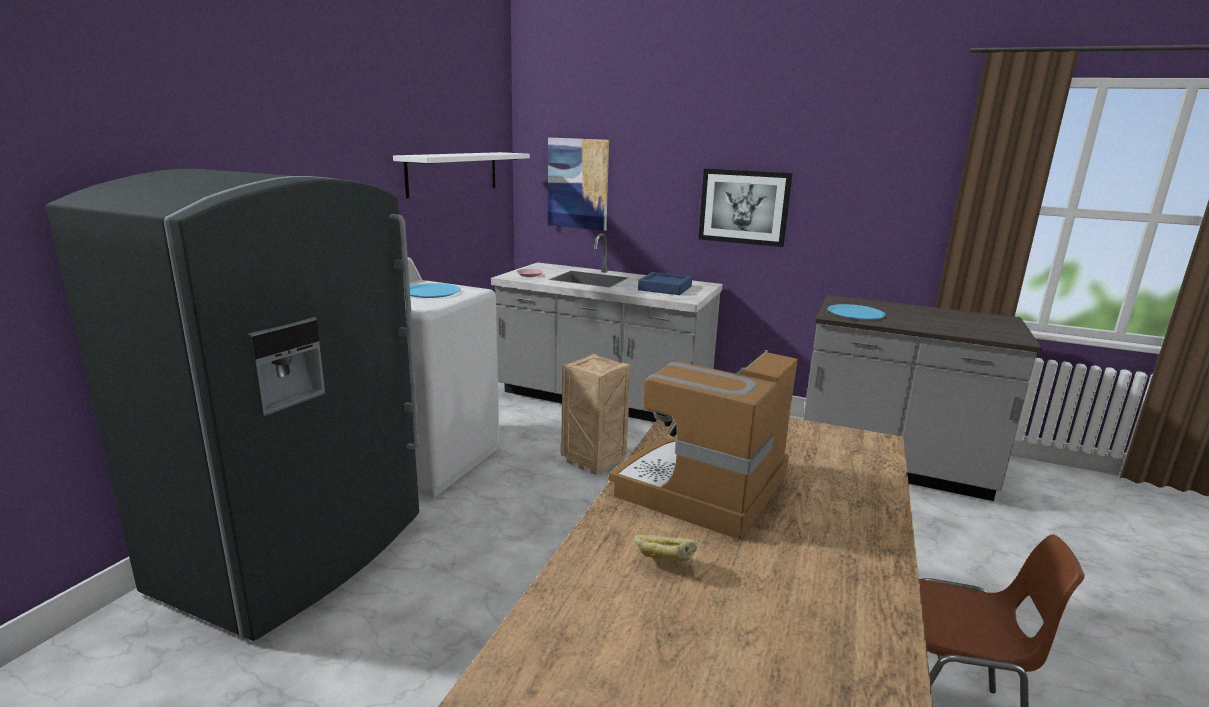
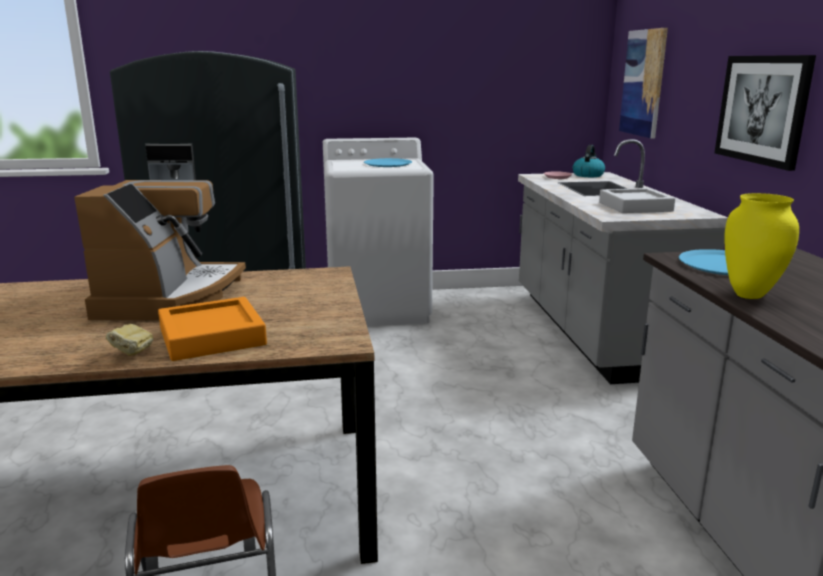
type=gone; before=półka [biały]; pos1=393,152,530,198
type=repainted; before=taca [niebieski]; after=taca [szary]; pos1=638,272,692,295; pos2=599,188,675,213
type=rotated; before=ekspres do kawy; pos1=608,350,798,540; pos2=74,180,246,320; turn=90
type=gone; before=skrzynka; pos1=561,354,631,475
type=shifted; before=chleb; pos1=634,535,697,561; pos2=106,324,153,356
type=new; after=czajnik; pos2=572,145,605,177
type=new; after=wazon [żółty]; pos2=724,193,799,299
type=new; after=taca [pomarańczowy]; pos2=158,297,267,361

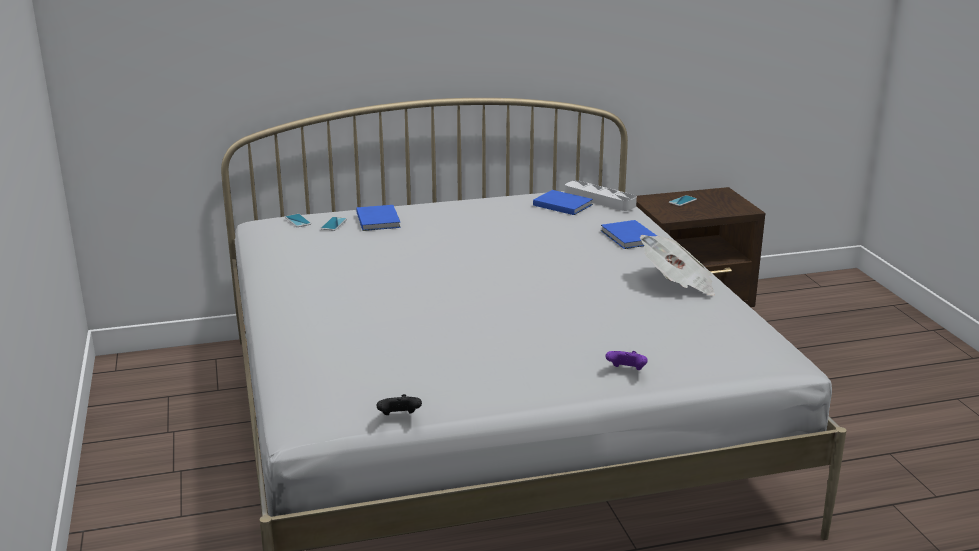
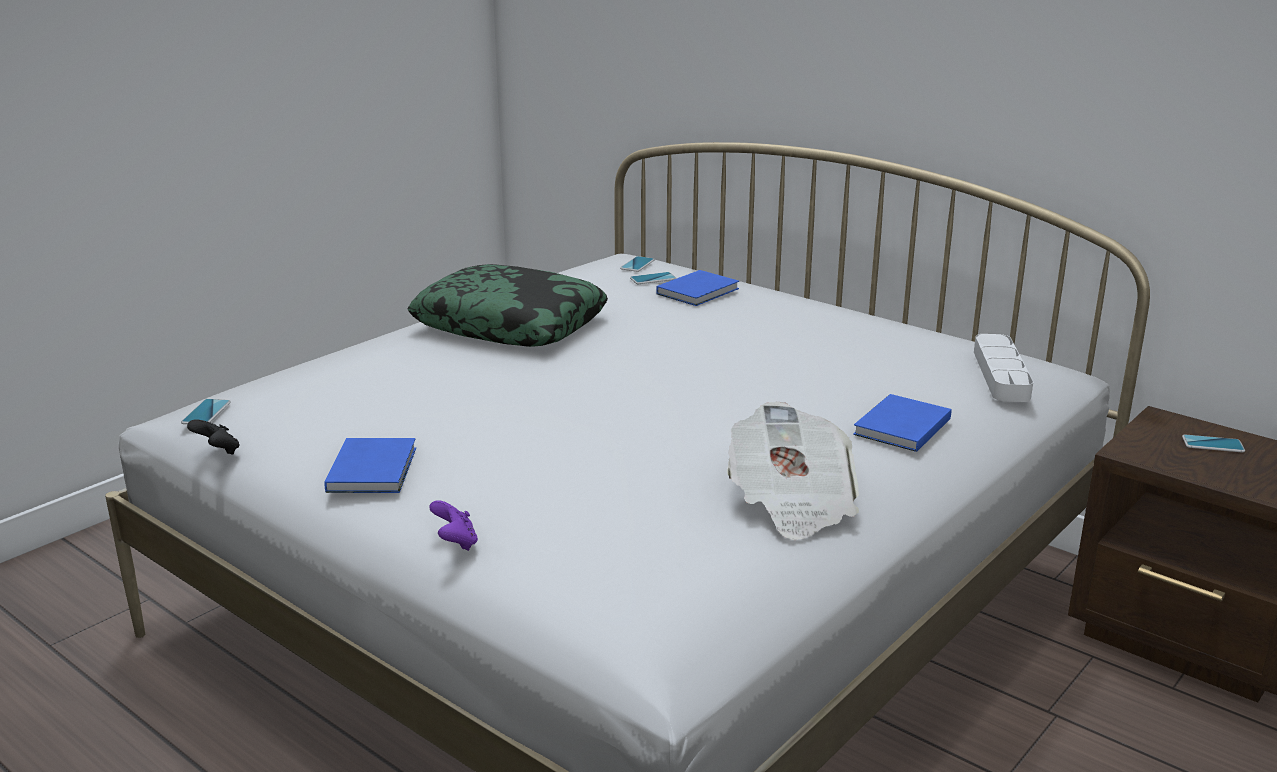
type=shifted; before=książka [niebieski]; pos1=533,190,593,215; pos2=324,438,416,493
type=new; after=poduszka; pos2=407,264,608,347
type=new; after=telefon; pos2=181,399,231,424

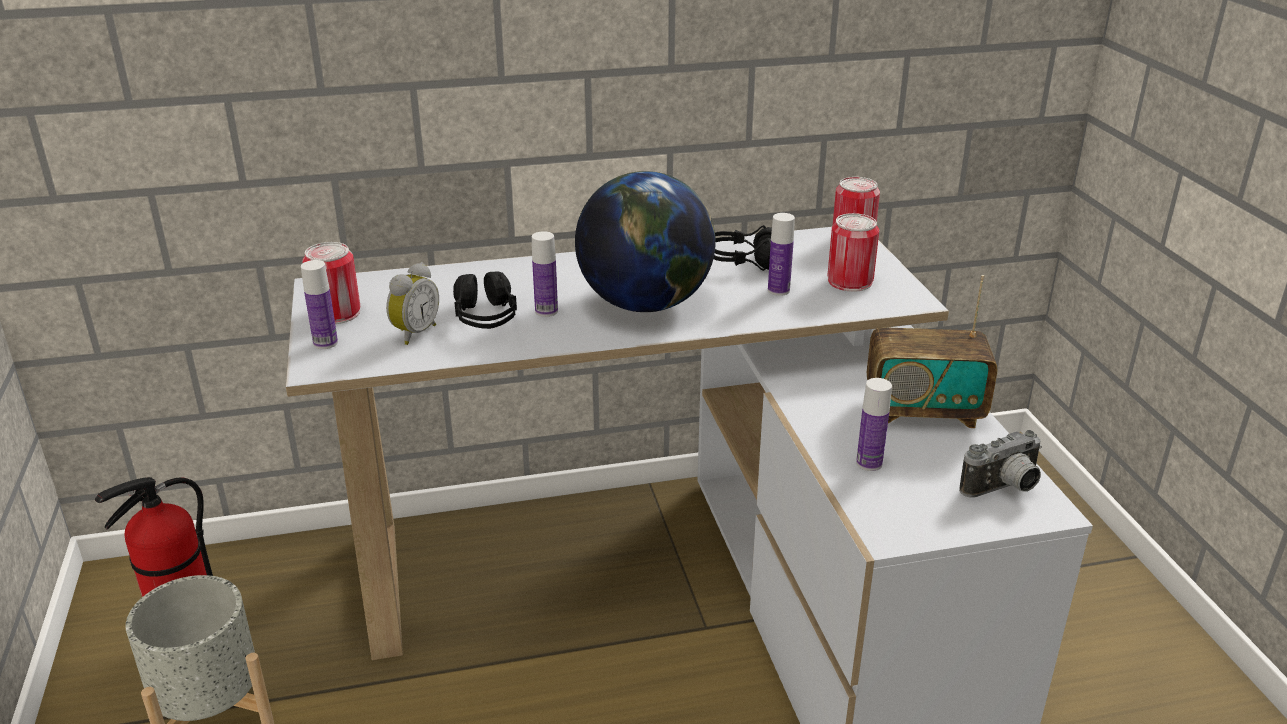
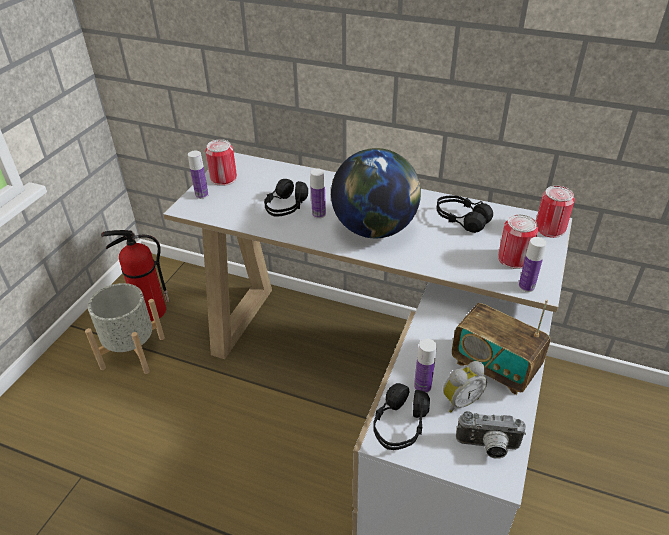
type=shifted; before=butelka; pos1=768,213,795,296; pos2=519,237,547,292
type=shifted; before=budzik; pos1=386,262,439,345; pos2=443,361,487,413
type=new; after=słuchawki [czarny]; pos2=373,383,430,450

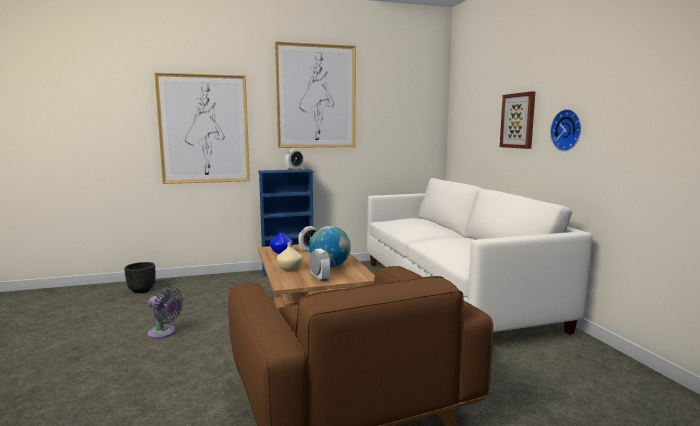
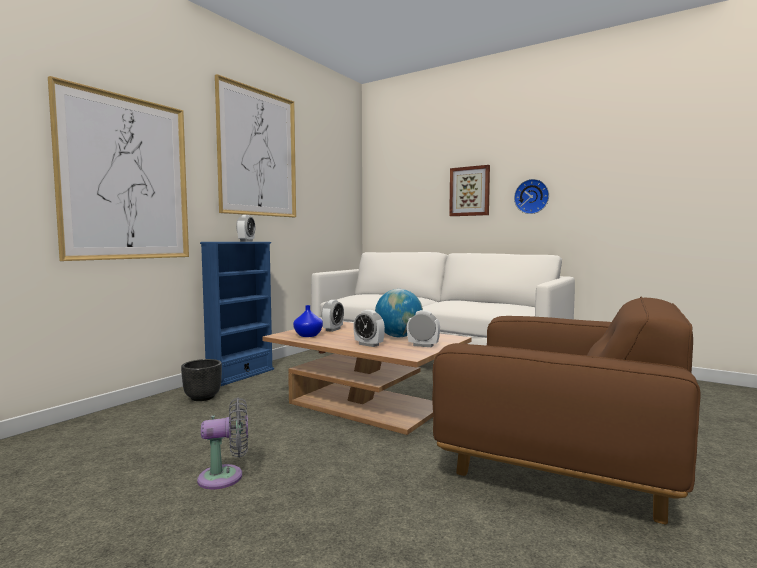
type=swapped; before=wazon [beżowy]; after=budzik; pos1=277,242,303,271; pos2=353,310,385,347
type=shifted; before=donica [czarny]; pos1=124,262,155,293; pos2=181,359,222,401

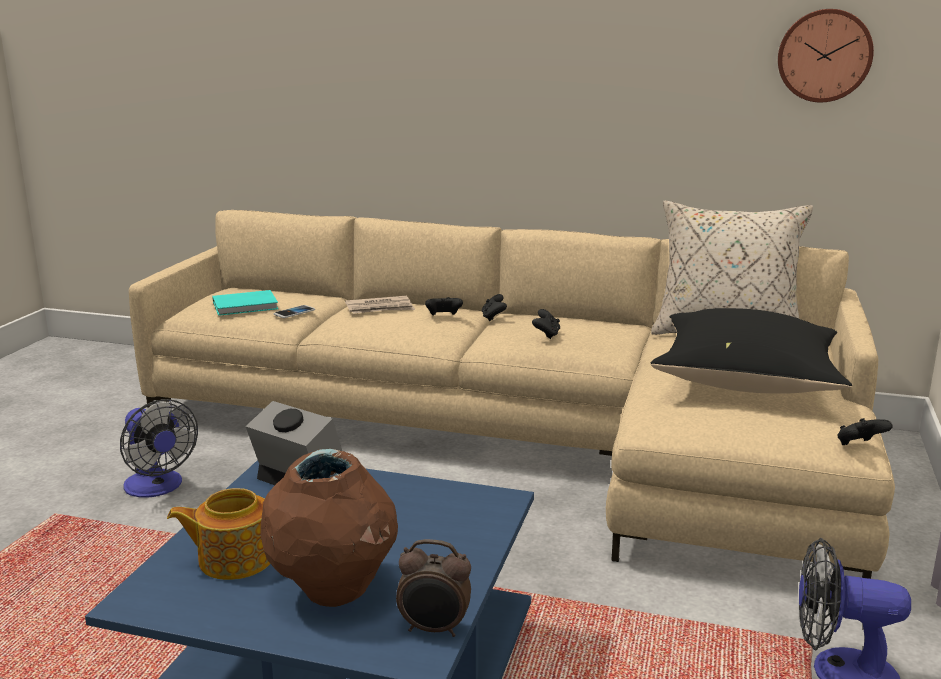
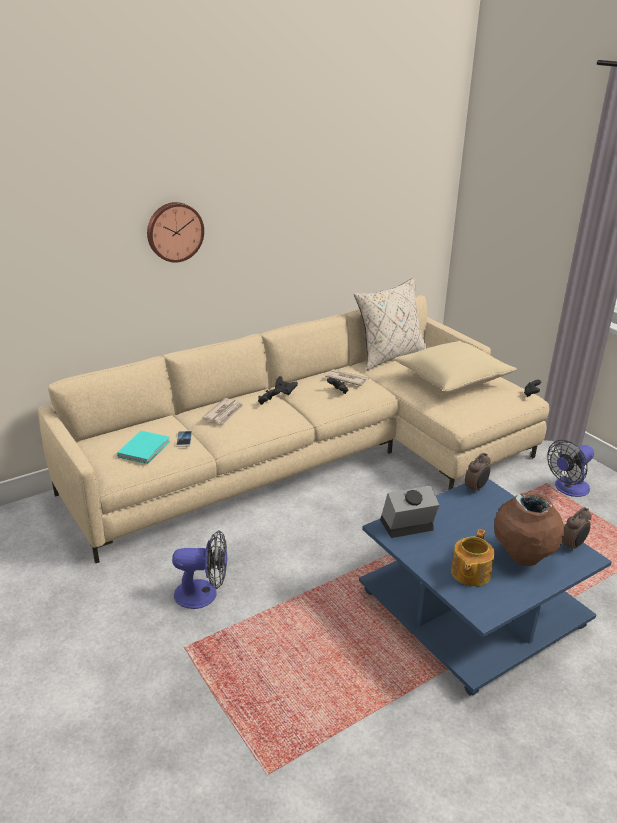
type=shifted; before=zegar ścienny; pos1=778,9,874,102; pos2=147,202,204,263
type=repainted; before=poduszka [czarny]; after=poduszka [beżowy]; pos1=651,308,852,394; pos2=394,341,517,392
type=new; after=gazeta; pos2=325,369,369,386
type=new; after=budzik; pos2=465,453,491,494

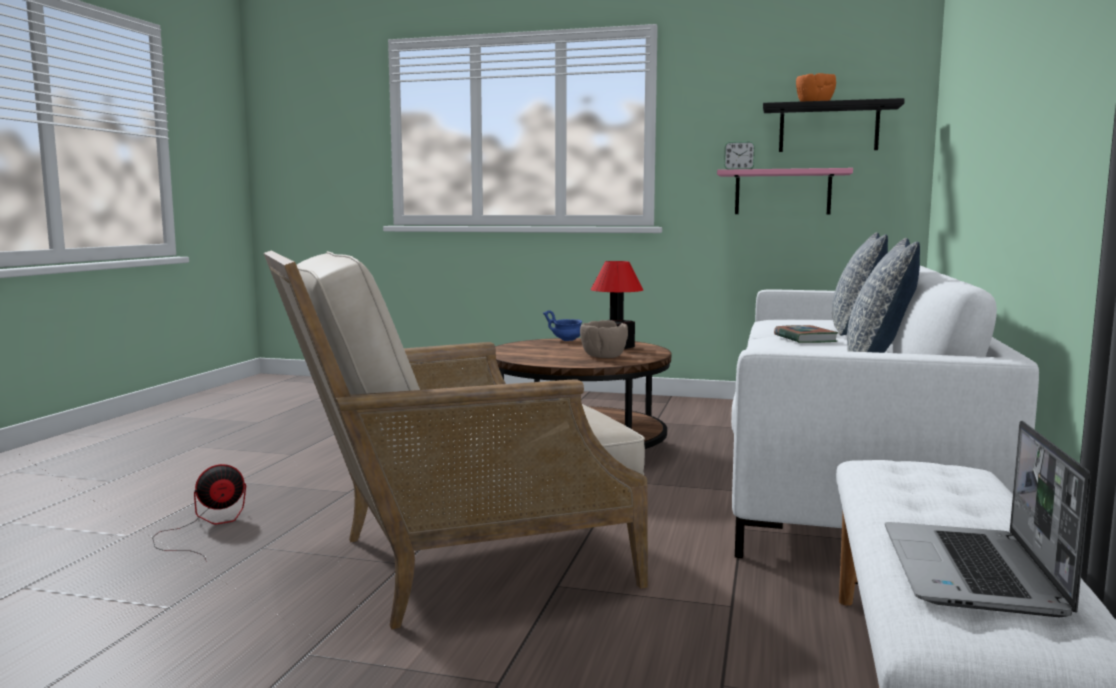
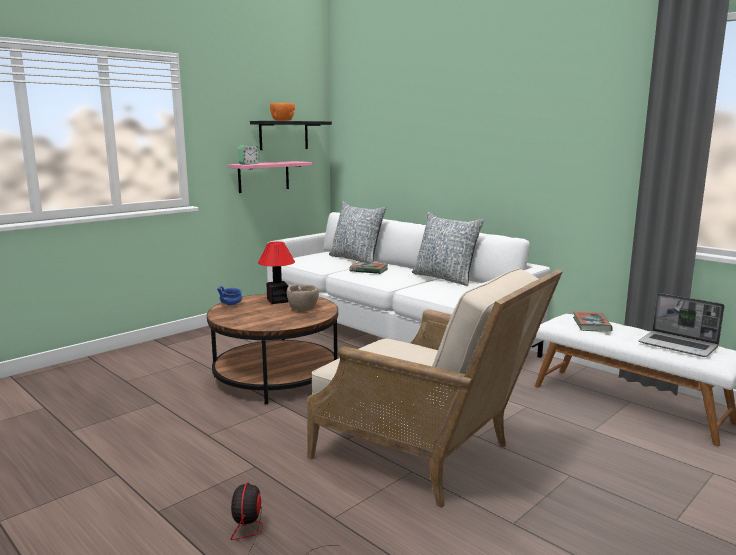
type=rotated; before=fotel [beżowy]; pos1=264,251,648,629; pos2=307,268,563,508; turn=-60
type=new; after=książka; pos2=573,311,613,332

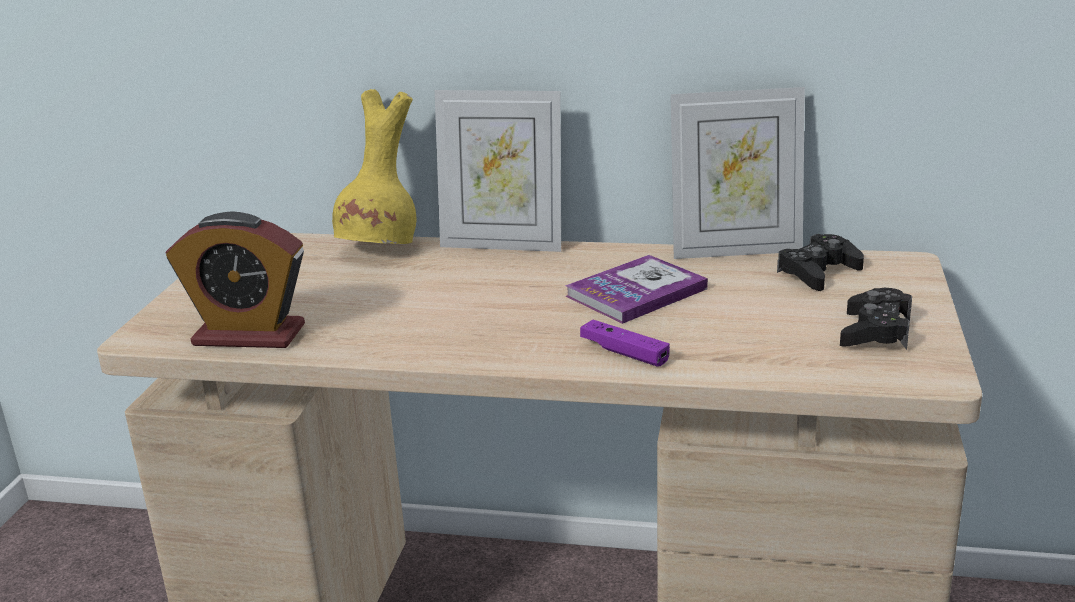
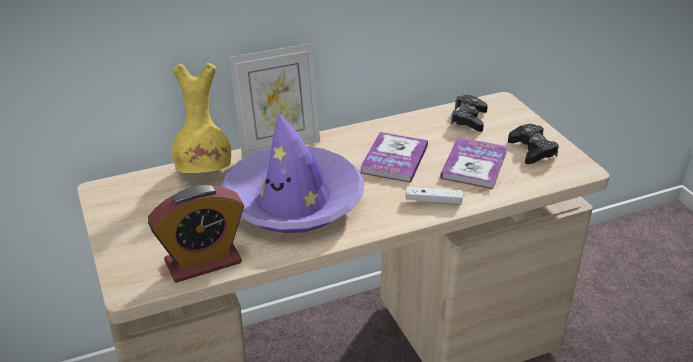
type=gone; before=ramka na zdjęcie; pos1=671,87,805,259
type=repainted; before=pad do gier [fioletowy]; after=pad do gier [biały]; pos1=580,320,670,367; pos2=406,187,463,205
type=new; after=kapelusz [fioletowy]; pos2=221,113,364,233
type=new; after=książka; pos2=440,137,508,189

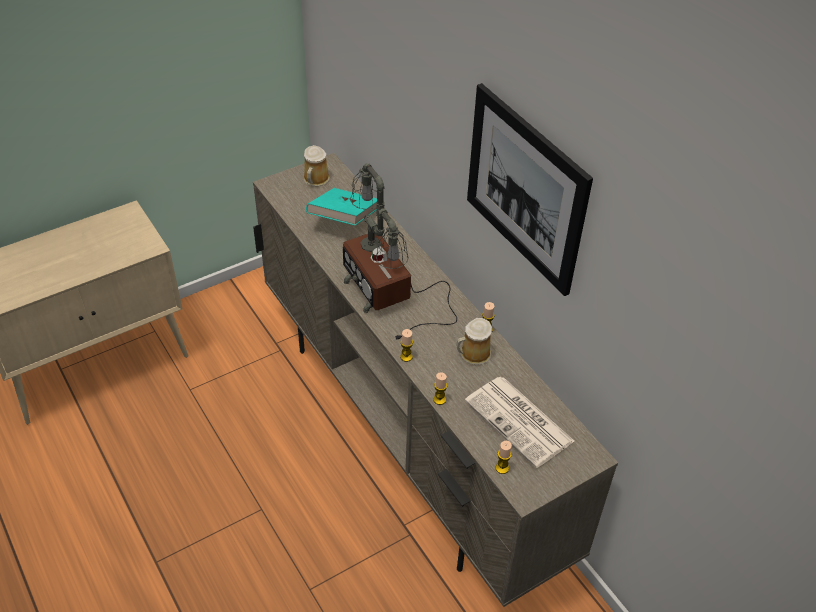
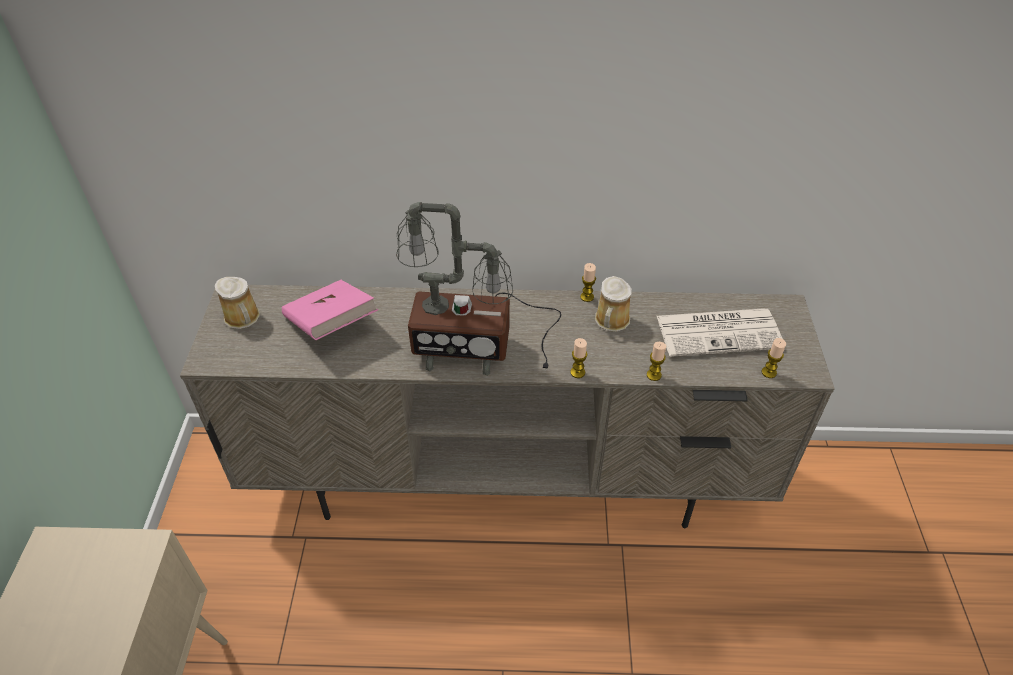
type=gone; before=obraz; pos1=467,83,593,296
type=repainted; before=książka [turkusowy]; after=książka [różowy]; pos1=306,188,377,226; pos2=282,280,378,340

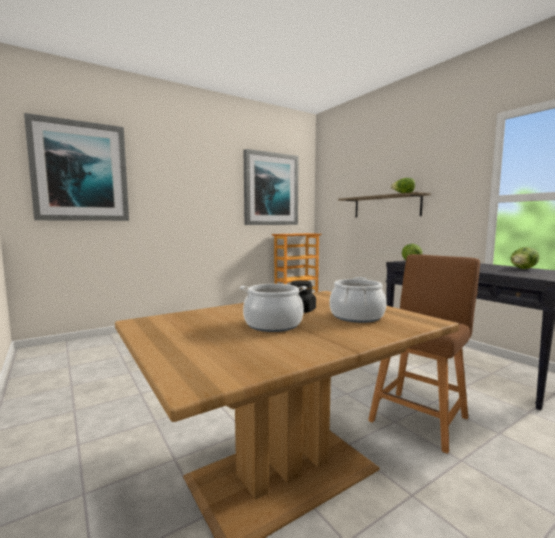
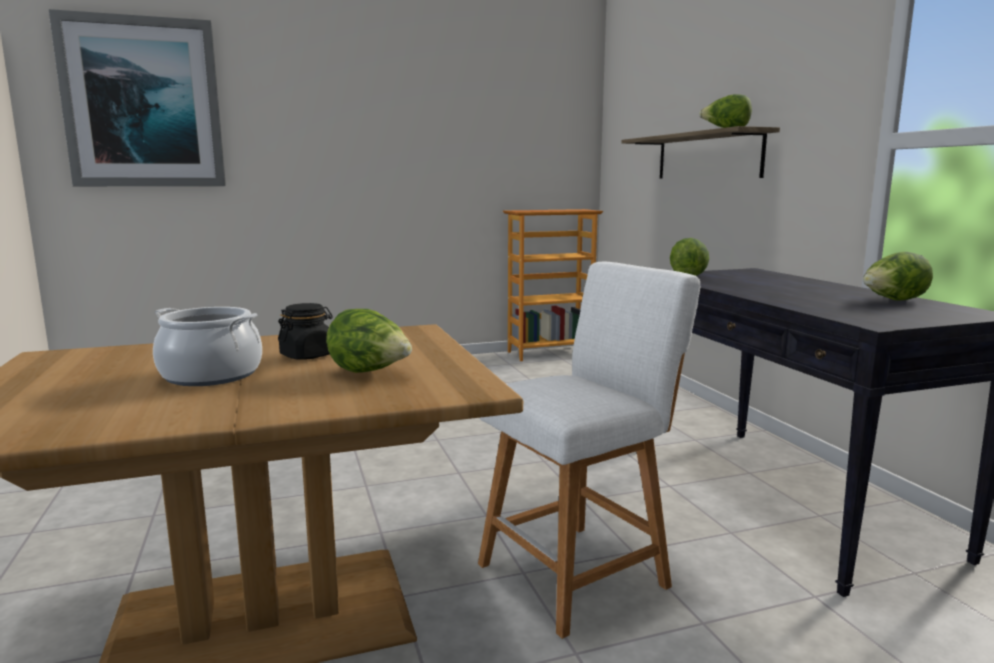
type=gone; before=obraz; pos1=244,149,299,225
type=repainted; before=stołek [brązowy]; after=stołek [biały]; pos1=368,254,480,454; pos2=478,262,700,639
type=swapped; before=garnek; after=sałata; pos1=329,277,387,323; pos2=326,309,412,373

